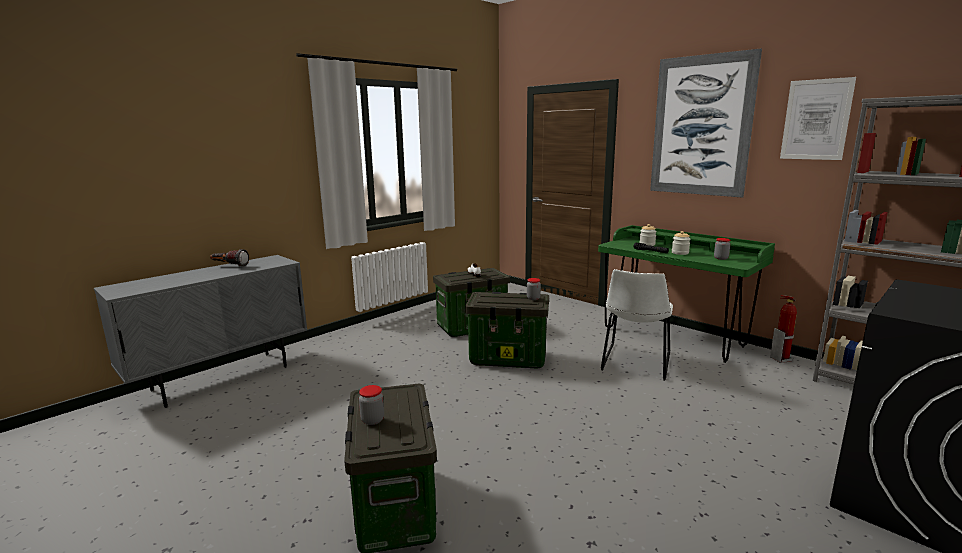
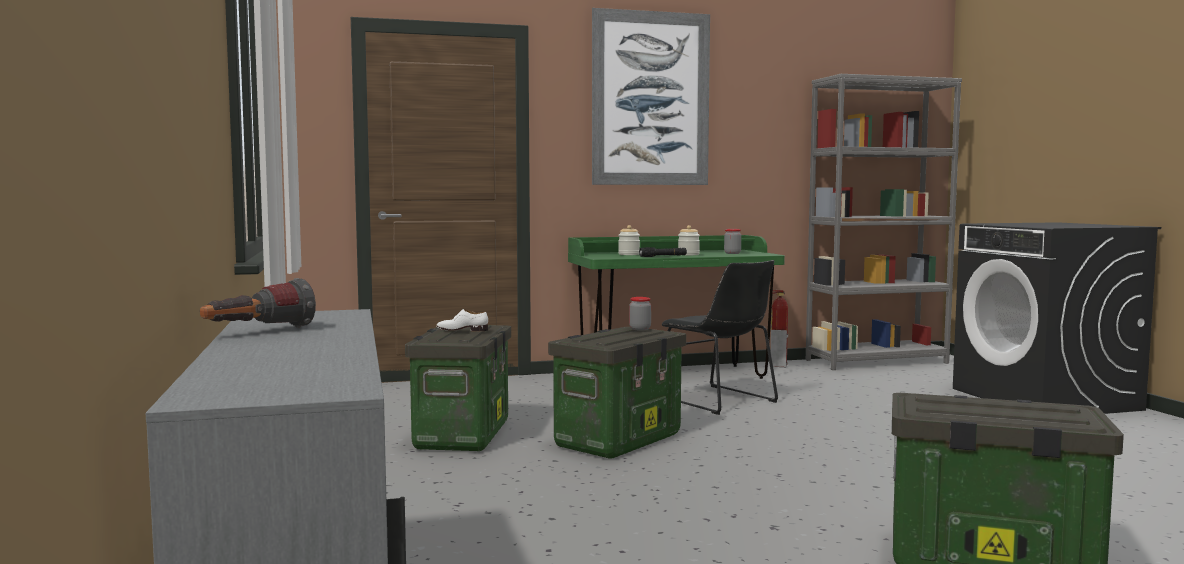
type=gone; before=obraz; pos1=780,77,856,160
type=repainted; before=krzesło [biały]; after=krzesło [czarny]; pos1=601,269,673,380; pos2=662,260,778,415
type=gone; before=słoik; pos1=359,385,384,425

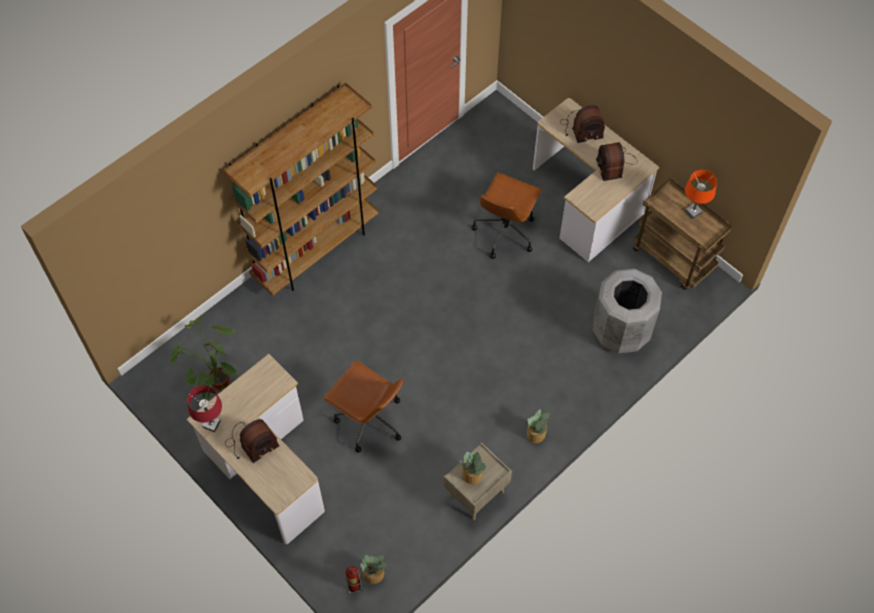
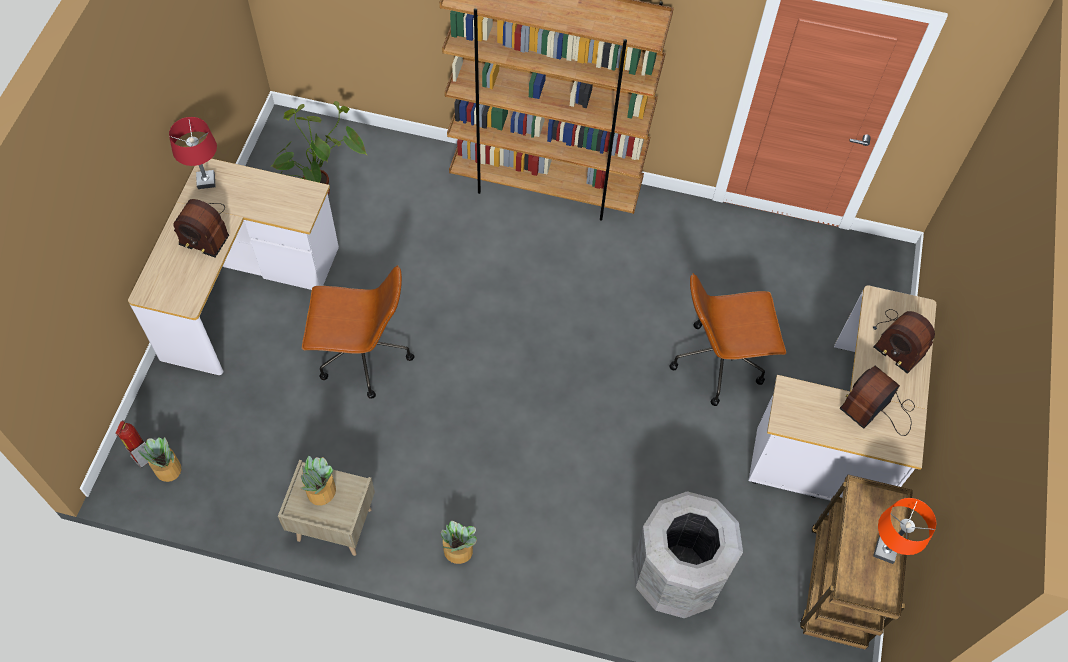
type=rotated; before=krzesło biurowe [brązowy]; pos1=323,360,404,453; pos2=302,265,414,399; turn=-90

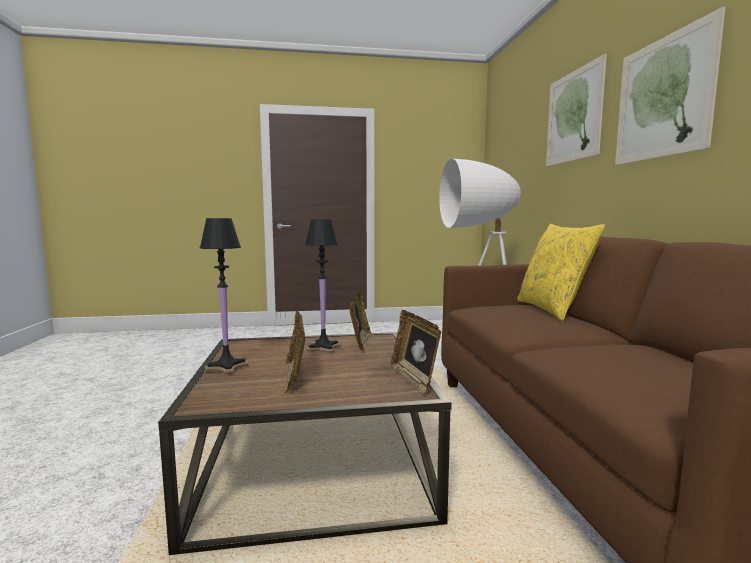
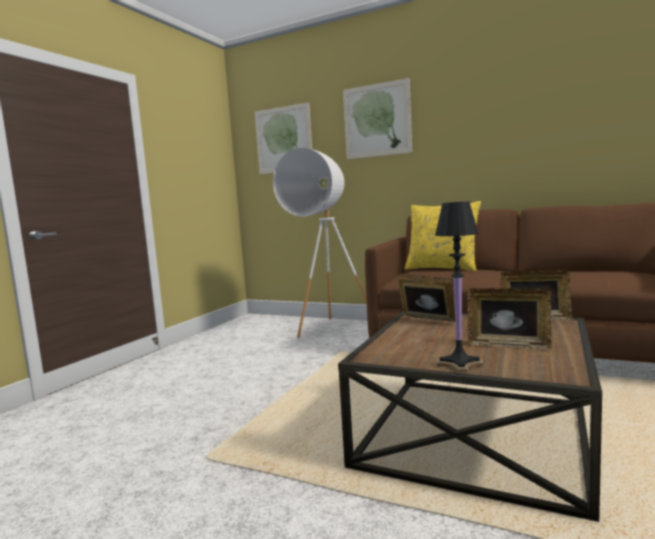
type=shifted; before=obraz; pos1=615,7,725,165; pos2=255,102,312,174
type=gone; before=lampa stołowa [czarny]; pos1=305,219,341,354

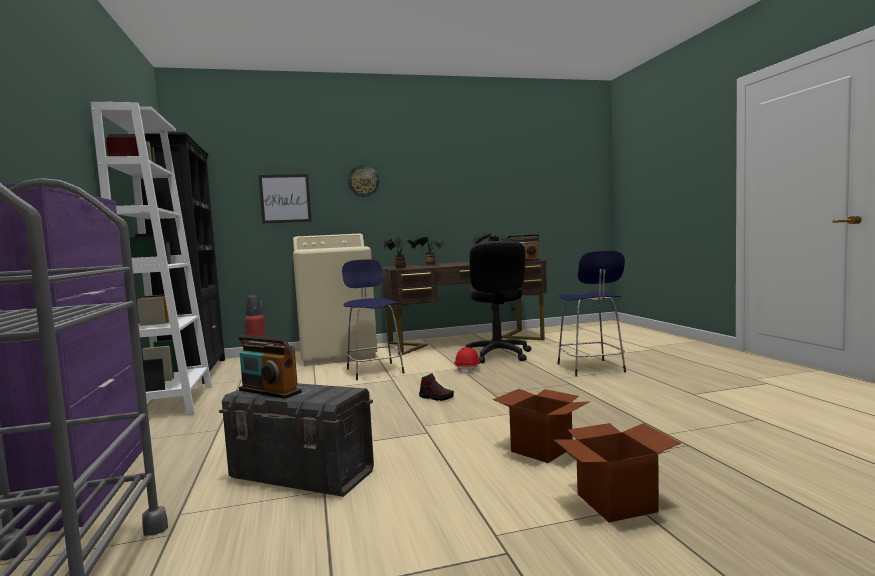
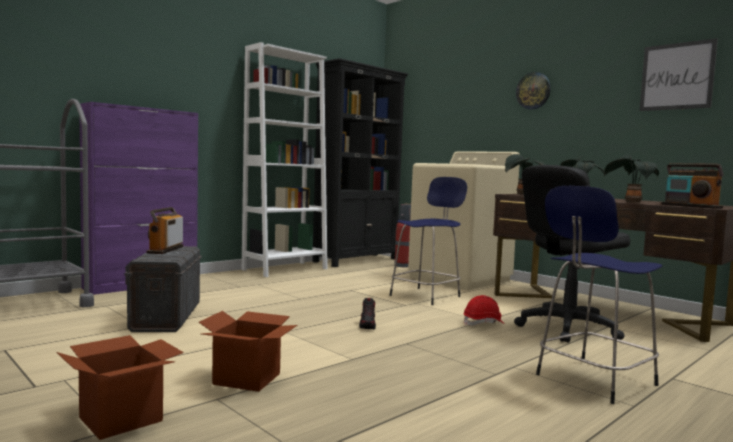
type=shifted; before=obraz; pos1=259,174,312,224; pos2=639,38,718,111

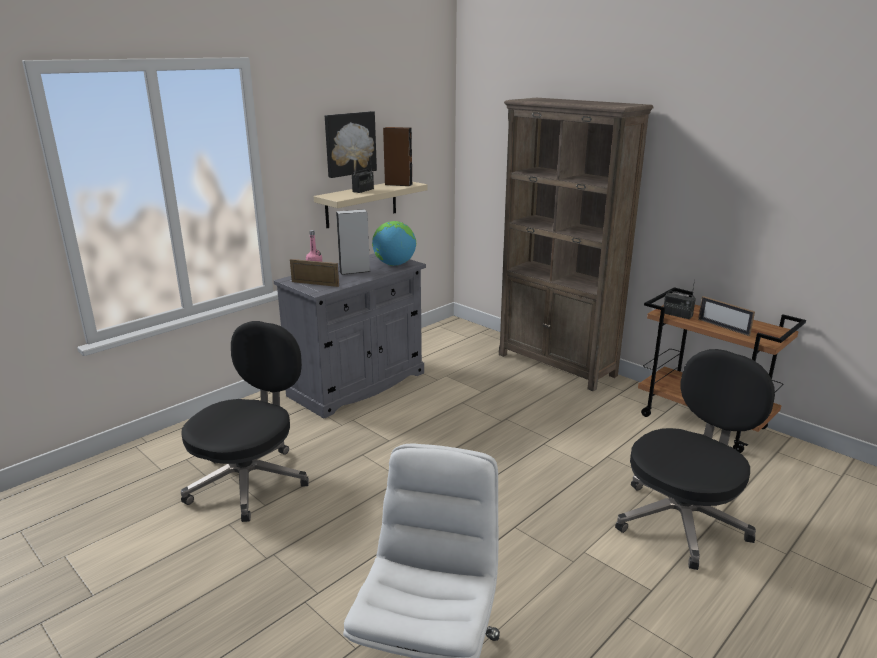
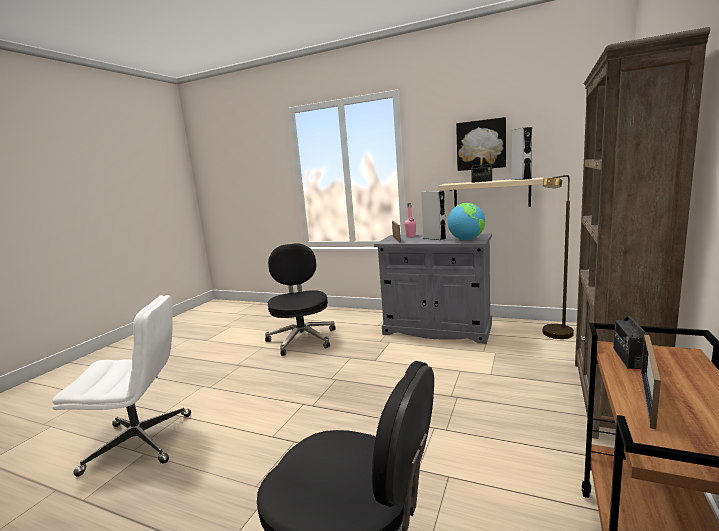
type=repainted; before=głośnik [brązowy]; after=głośnik [szary]; pos1=383,127,413,186; pos2=511,127,532,180
type=rotated; before=krzesło biurowe [czarny]; pos1=181,321,309,522; pos2=265,243,336,356; turn=-105
type=new; after=lampa stojąca [brązowy]; pos2=543,175,574,339

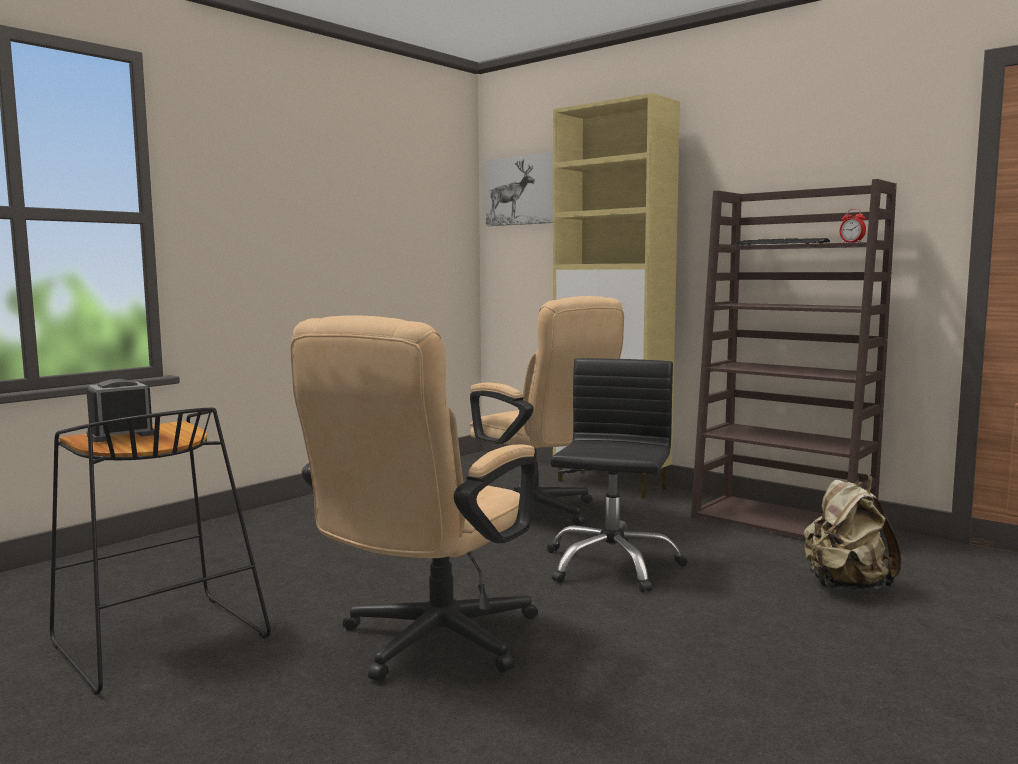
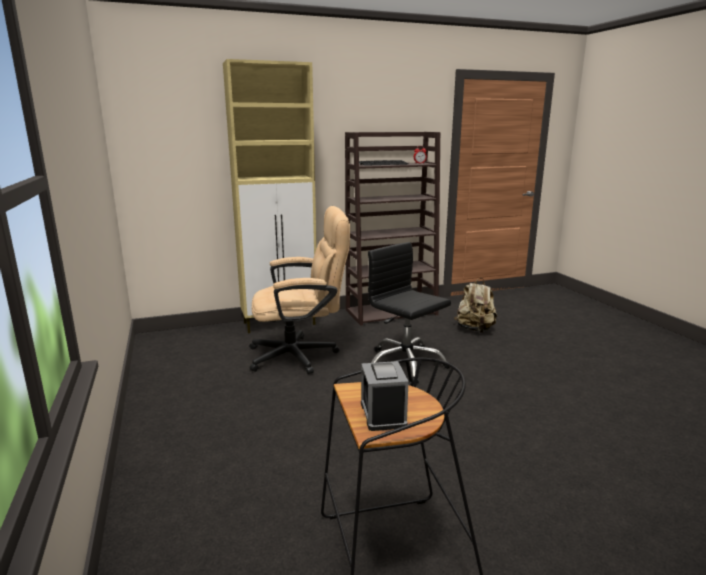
type=gone; before=obraz; pos1=485,152,553,226
type=gone; before=krzesło biurowe [beżowy]; pos1=290,315,538,682

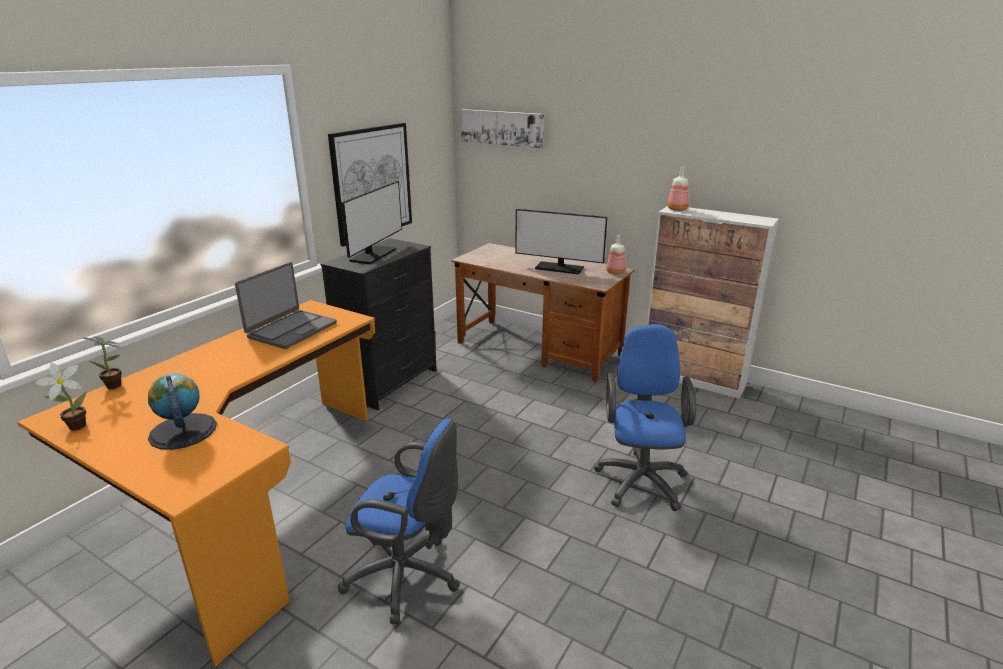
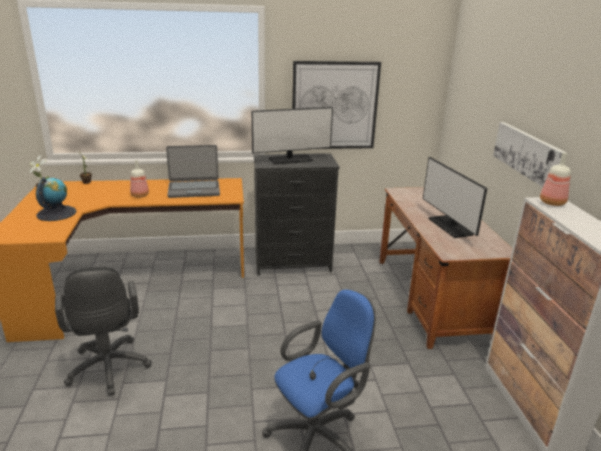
type=shifted; before=obraz; pos1=461,109,544,149; pos2=493,122,568,187
type=shifted; before=butelka; pos1=606,234,626,274; pos2=130,160,149,198
type=repainted; before=krzesło biurowe [niebieski]; after=krzesło biurowe [czarny]; pos1=338,419,460,624; pos2=55,267,152,396

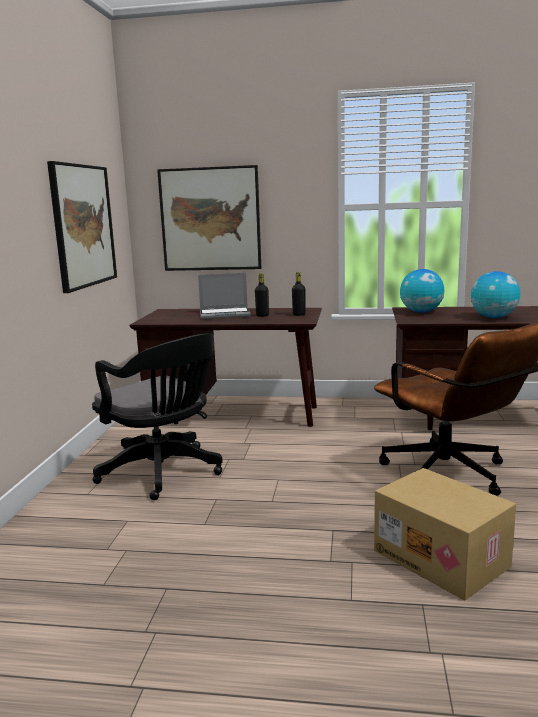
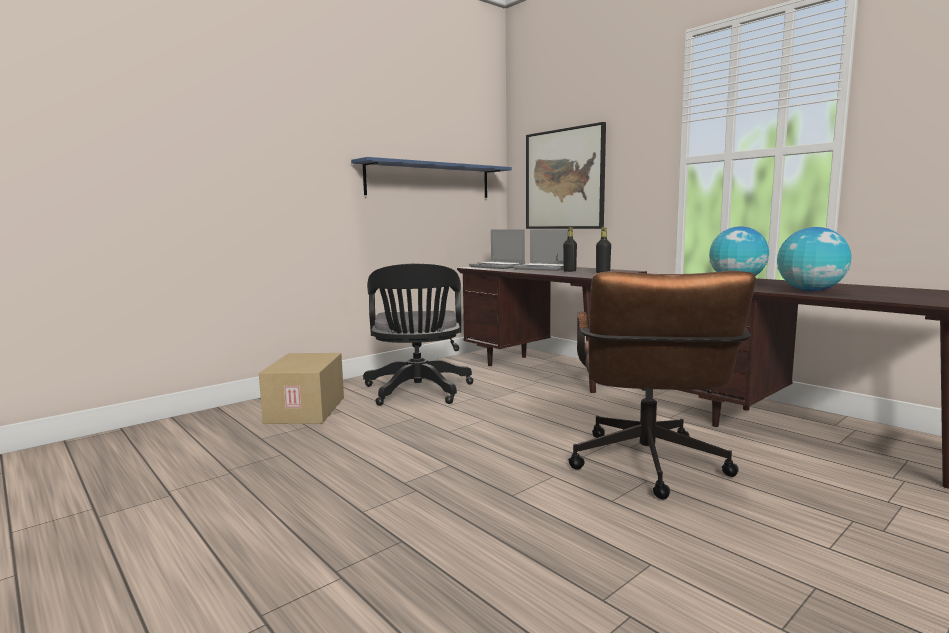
type=swapped; before=obraz; after=półka [niebieski]; pos1=47,161,117,293; pos2=351,157,512,198
type=shifted; before=karton; pos1=374,468,516,601; pos2=259,353,344,424
type=new; after=laptop; pos2=469,230,525,269

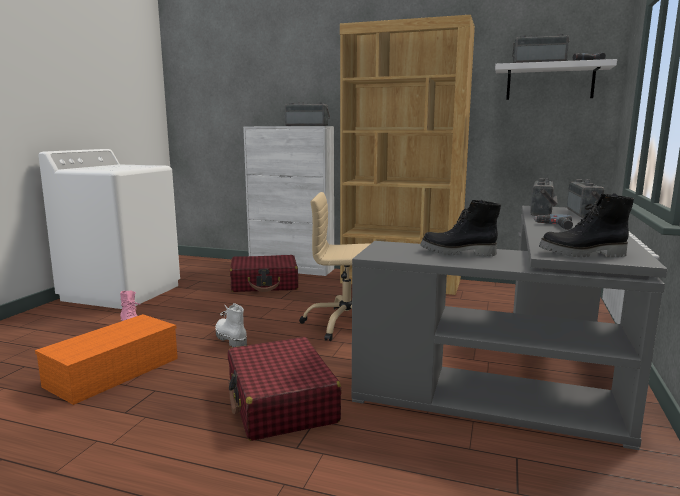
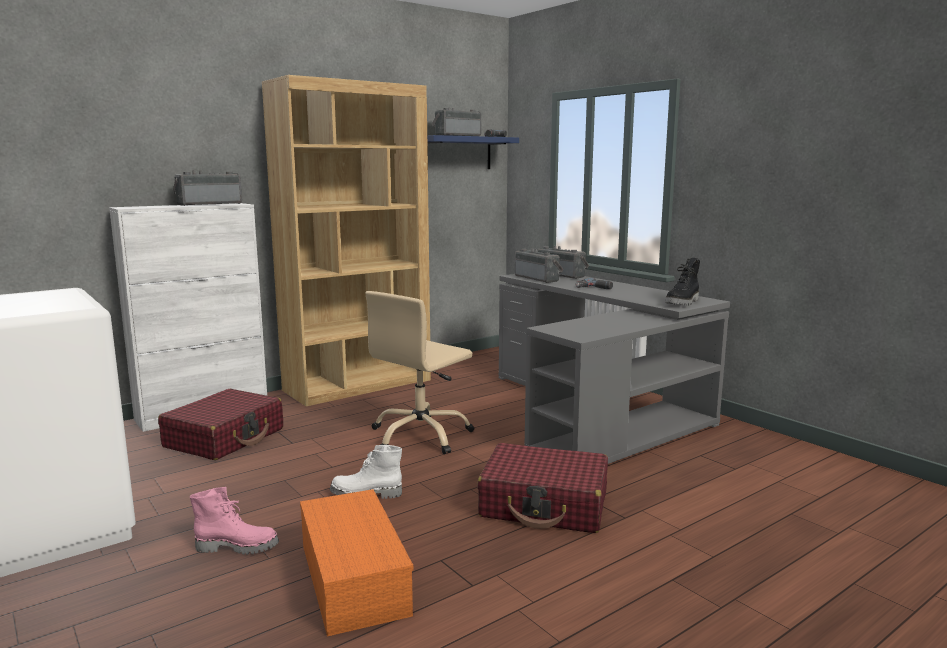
type=repainted; before=półka [biały]; after=półka [niebieski]; pos1=495,59,617,100; pos2=427,135,519,169
type=gone; before=but z cholewką [czarny]; pos1=420,200,501,256

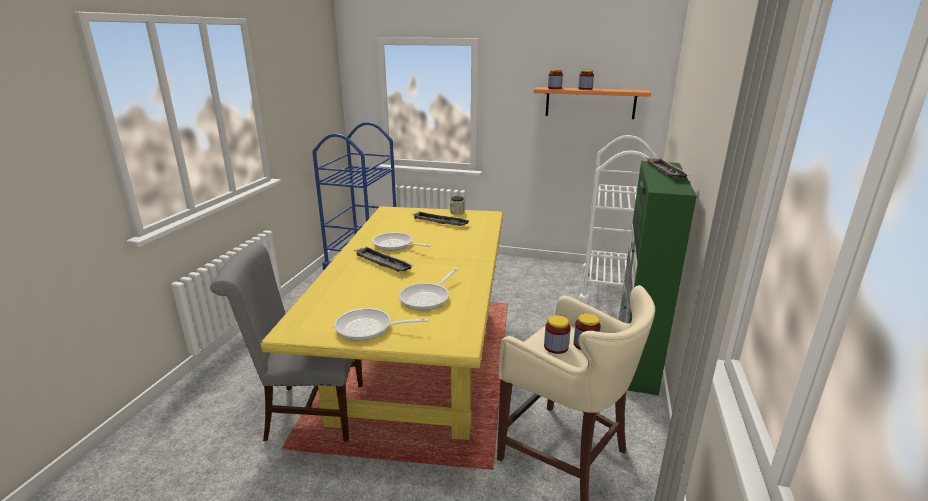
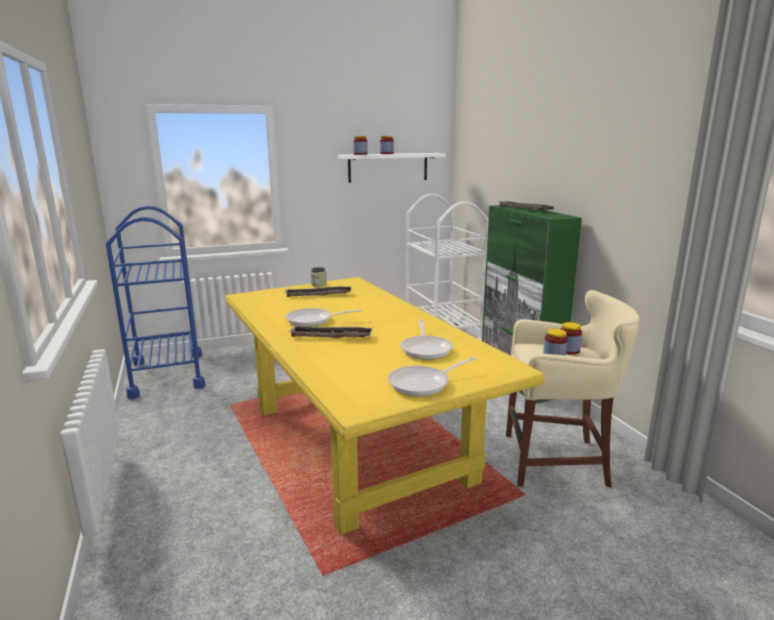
type=repainted; before=półka [pomarańczowy]; after=półka [biały]; pos1=534,87,651,119; pos2=338,153,446,183
type=gone; before=krzesło [szary]; pos1=210,242,363,442

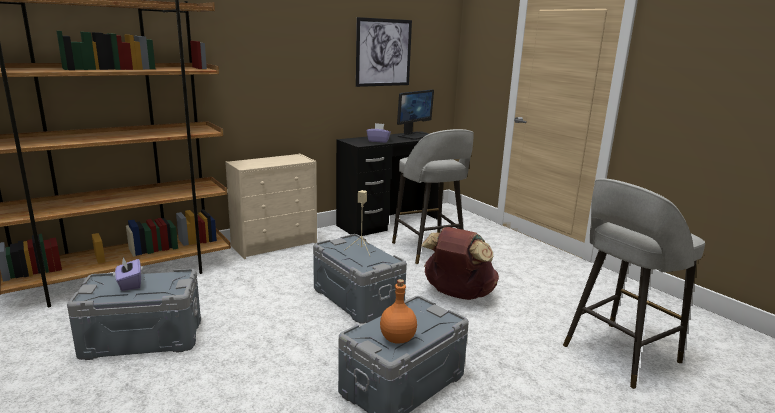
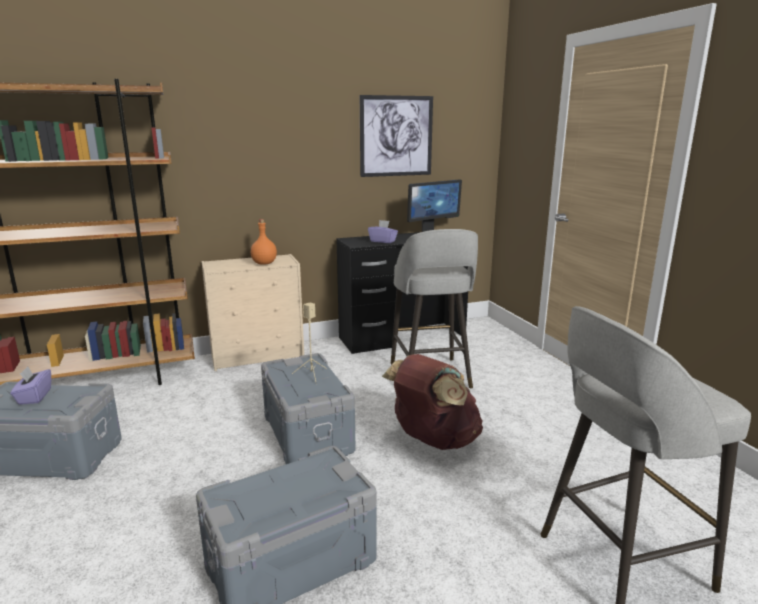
type=shifted; before=butelka [pomarańczowy]; pos1=380,279,417,344; pos2=251,219,277,265

